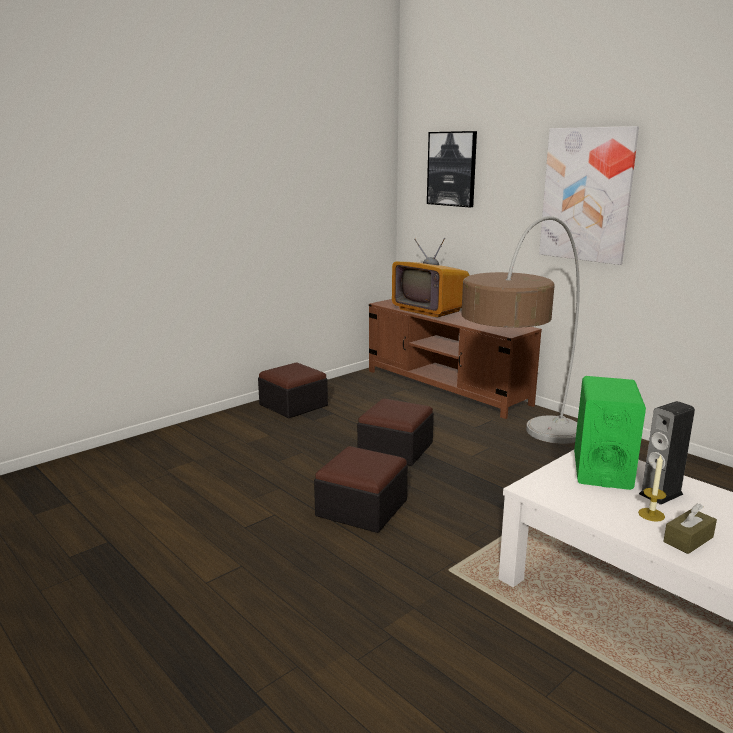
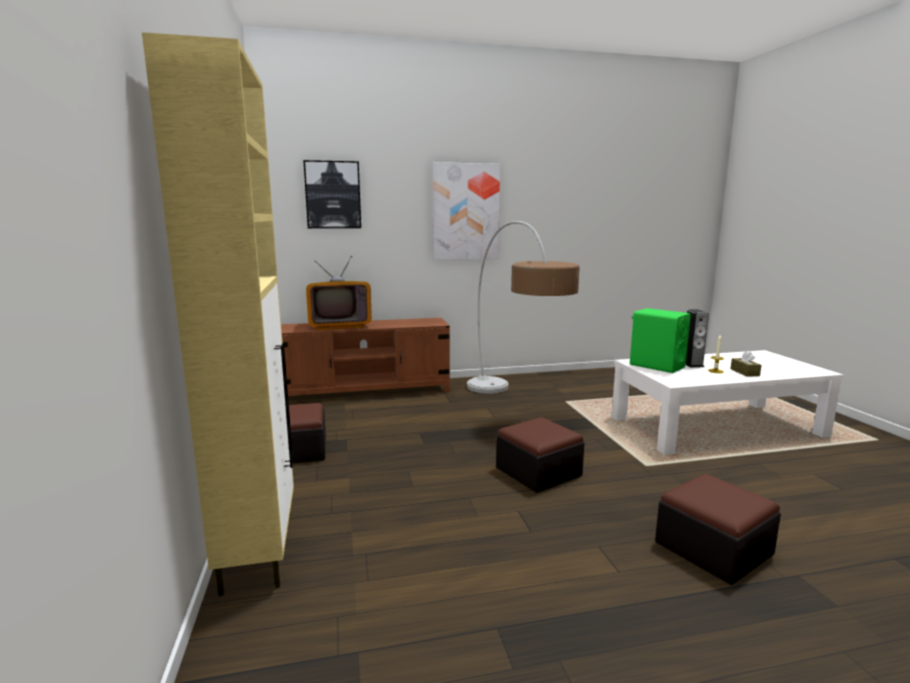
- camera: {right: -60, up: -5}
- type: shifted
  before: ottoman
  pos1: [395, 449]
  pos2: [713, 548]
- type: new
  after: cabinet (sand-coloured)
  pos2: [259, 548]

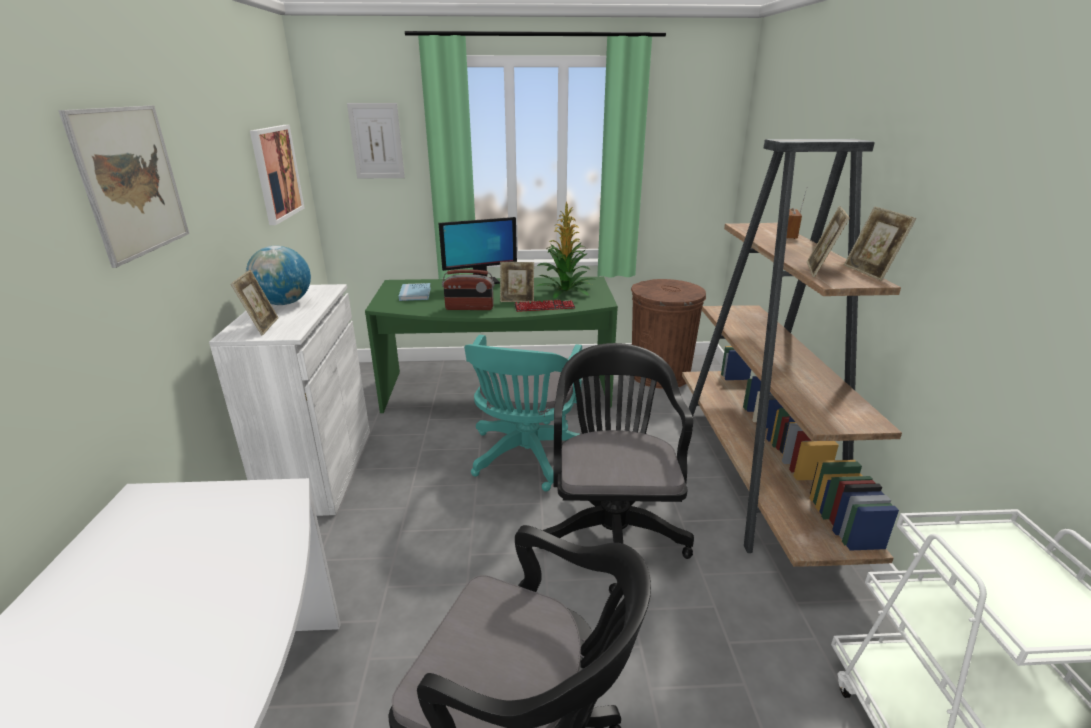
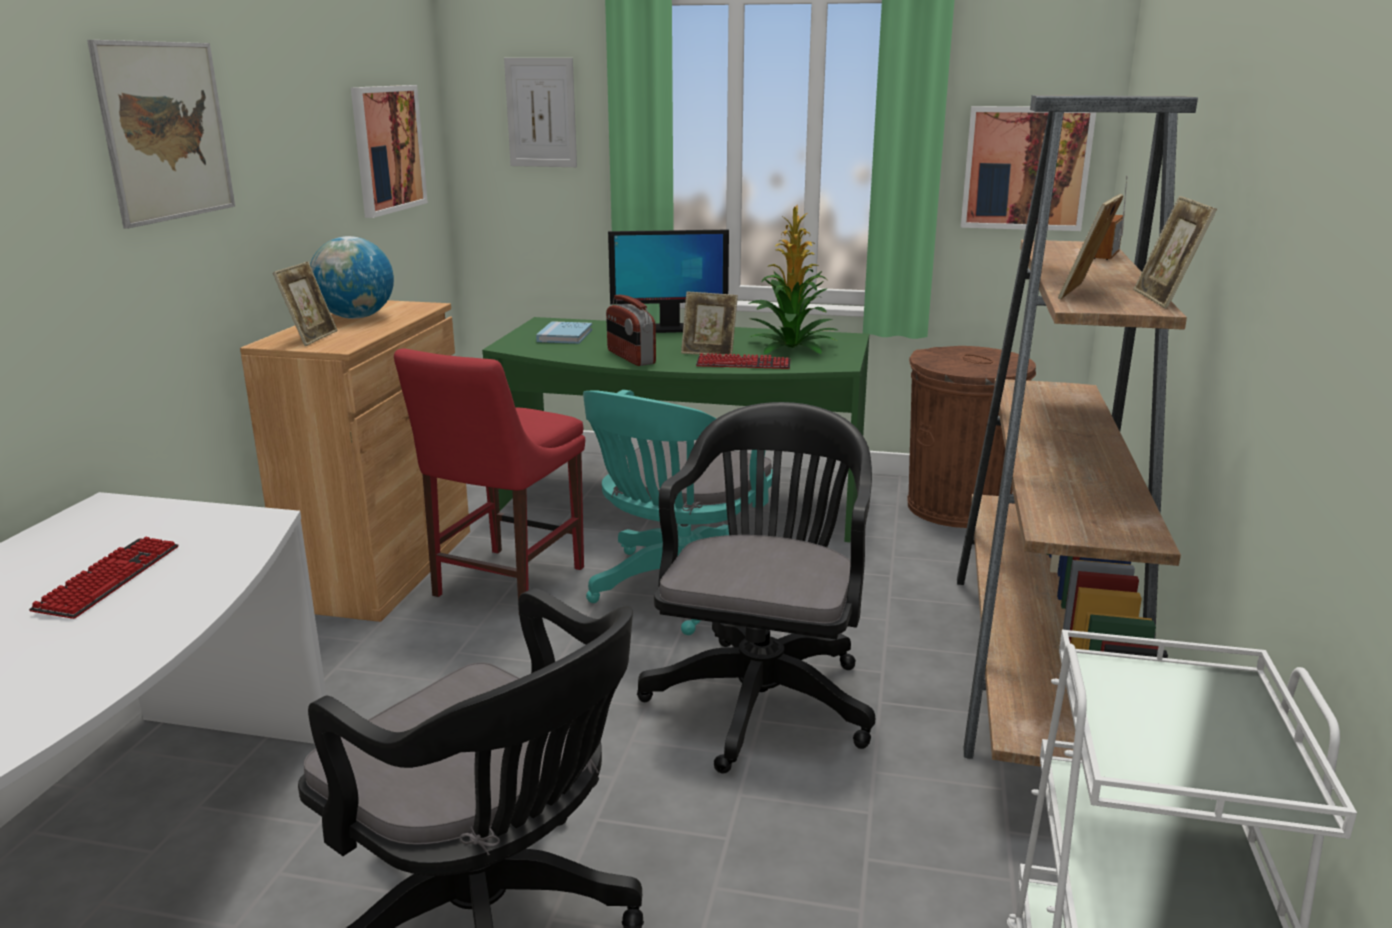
- camera: {right: 15, up: -5}
- type: repainted
  before: cabinet (white)
  after: cabinet (brownish)
  pos1: [320, 470]
  pos2: [383, 568]
- type: rotated
  before: radio
  pos1: [469, 308]
  pos2: [630, 357]
  turn: 45
- type: new
  after: computer keyboard
  pos2: [109, 579]
- type: new
  after: plain chair (red-coloured)
  pos2: [504, 584]
- type: new
  after: wall art
  pos2: [1026, 168]

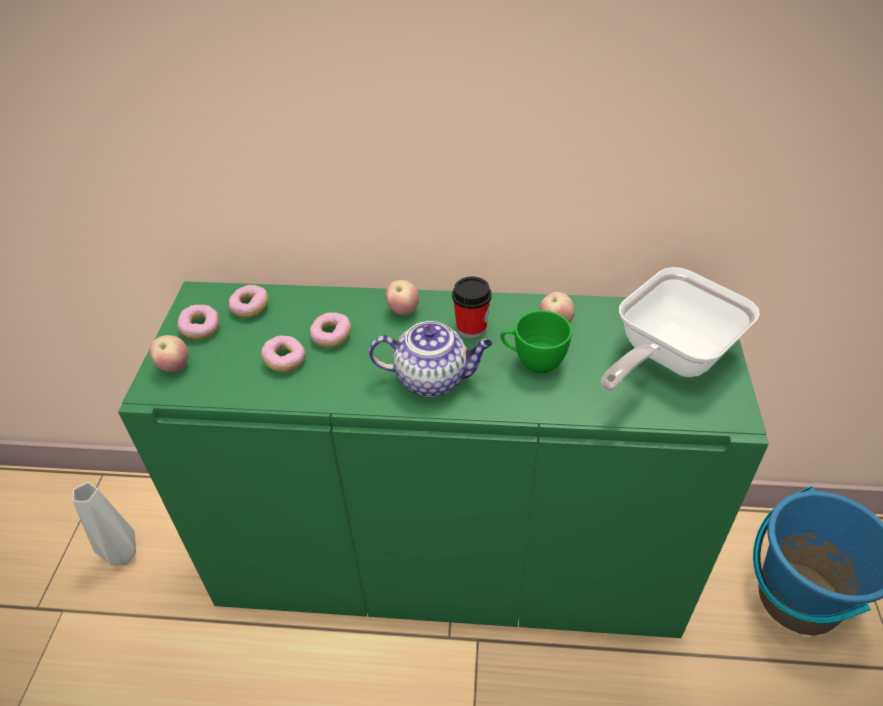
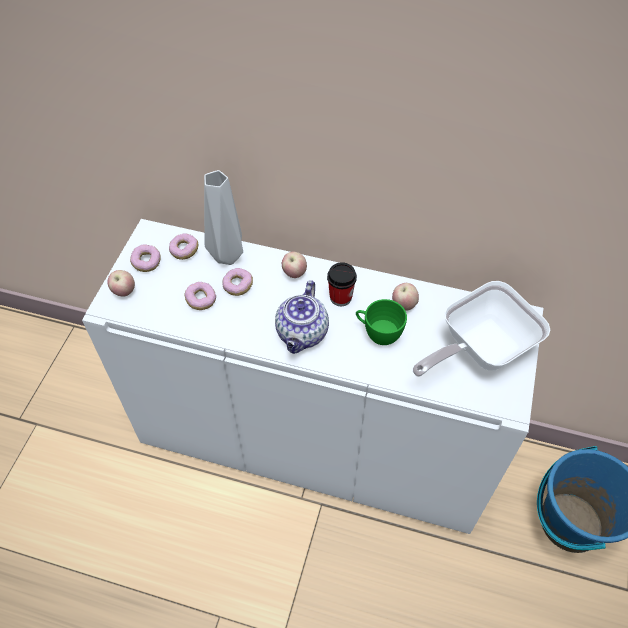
- camera: {right: 10, up: 10}
- type: shifted
  before: decorative vase (grey)
  pos1: [124, 553]
  pos2: [228, 255]
- type: repainted
  before: cabinet (green)
  after: cabinet (white)
  pos1: [448, 558]
  pos2: [314, 440]
- type: rotated
  before: tea pot
  pos1: [433, 378]
  pos2: [302, 334]
  turn: 90

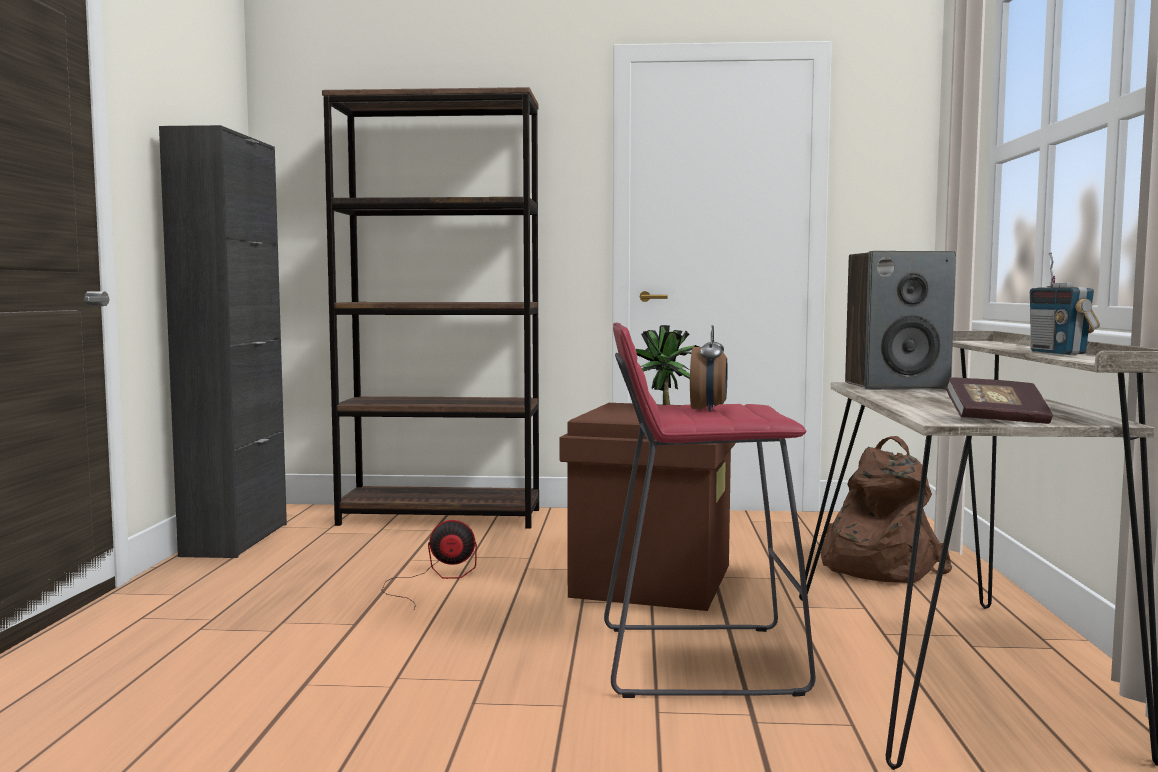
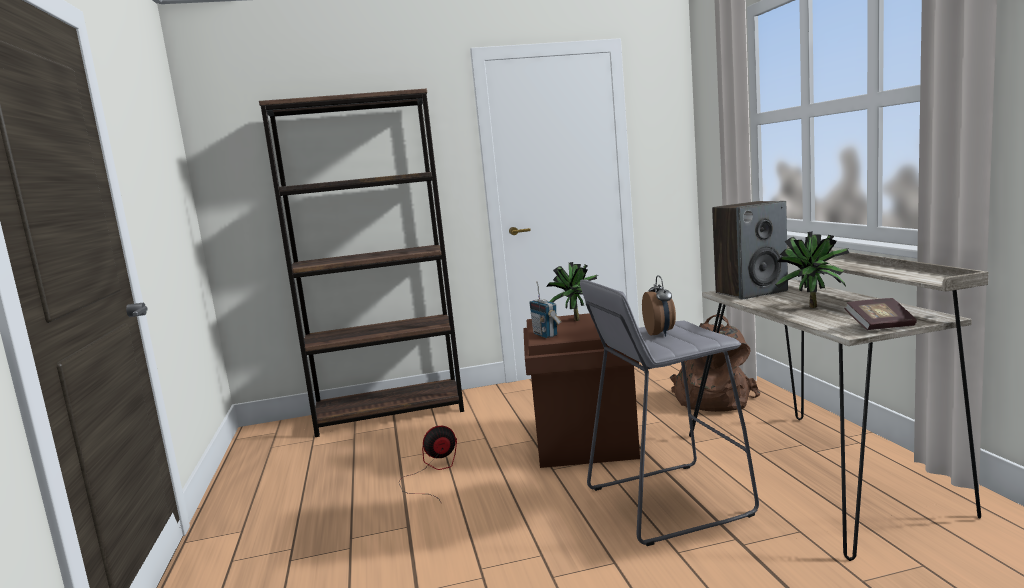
- camera: {right: -15, up: 5}
- type: gone
  before: cabinet (blackish)
  pos1: [235, 539]
- type: repainted
  before: stool seat (red-coloured)
  after: stool seat (grey)
  pos1: [697, 659]
  pos2: [667, 501]
- type: shifted
  before: radio
  pos1: [1058, 353]
  pos2: [546, 335]
- type: new
  after: potted plant
  pos2: [812, 308]

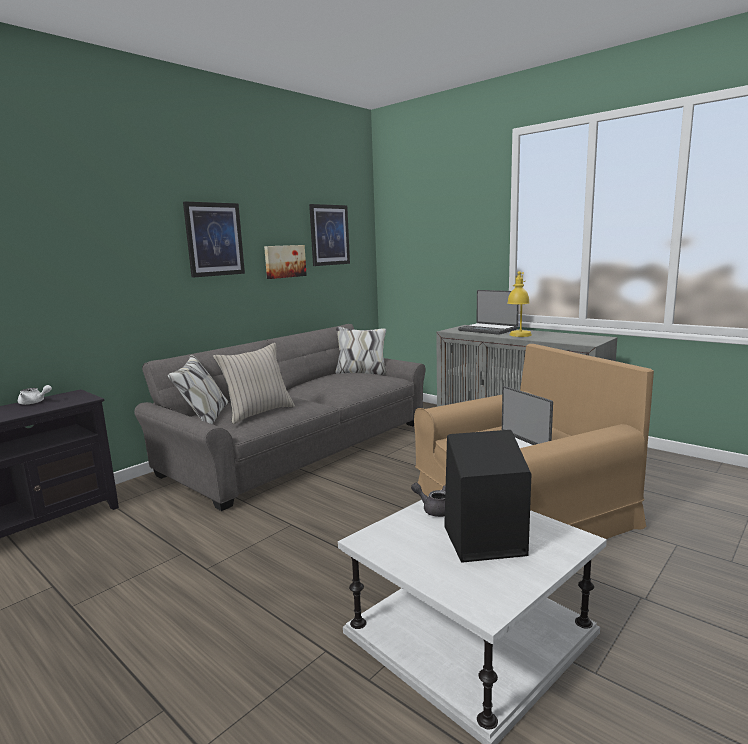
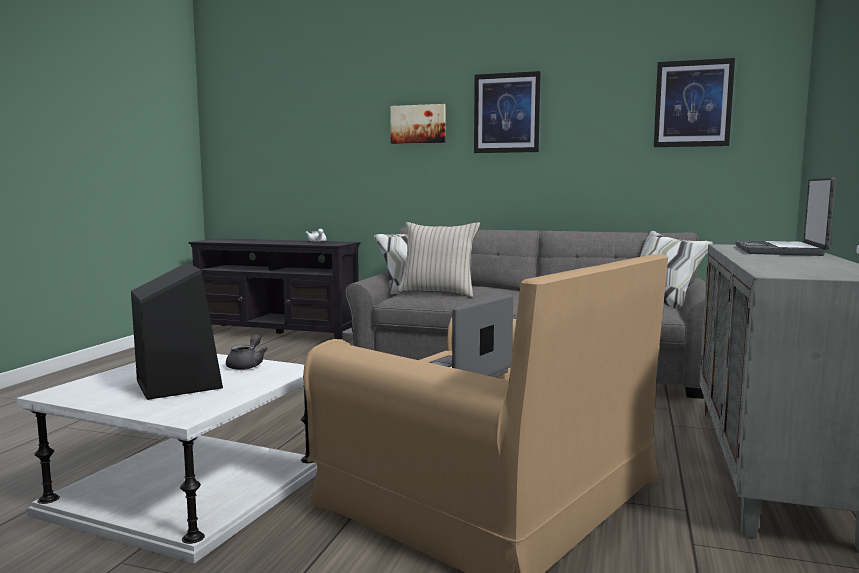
- camera: {right: 65, up: -5}
- type: shifted
  before: wall art
  pos1: [284, 261]
  pos2: [418, 124]
- type: gone
  before: tabletop lamp (yellowish)
  pos1: [519, 336]

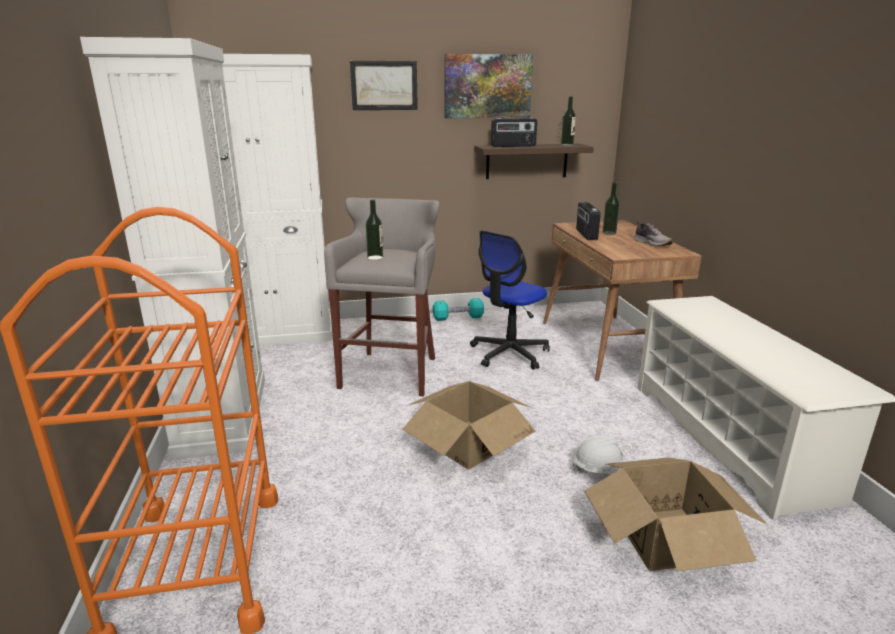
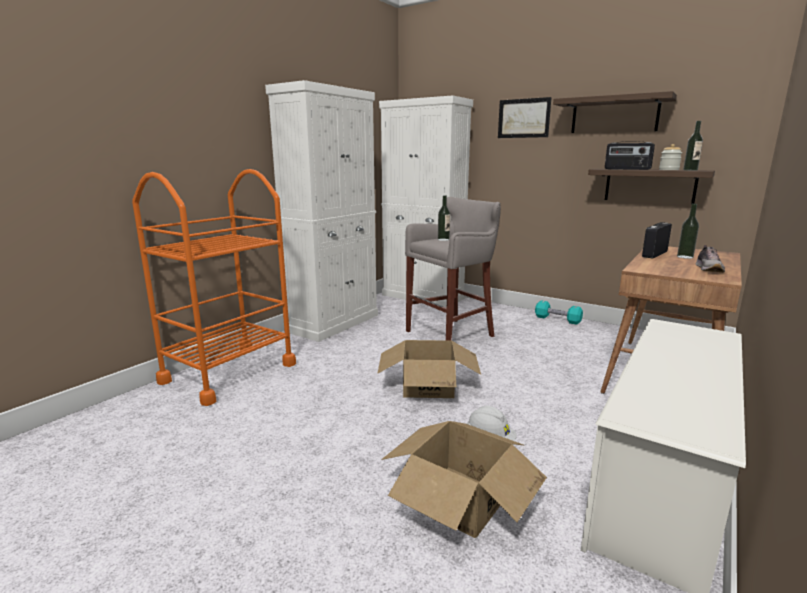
- camera: {right: 45, up: -5}
- type: swapped
  before: wall art
  after: bracket shelf
  pos1: [487, 86]
  pos2: [614, 115]
- type: gone
  before: computer chair
  pos1: [509, 353]
- type: new
  after: jar
  pos2: [668, 170]

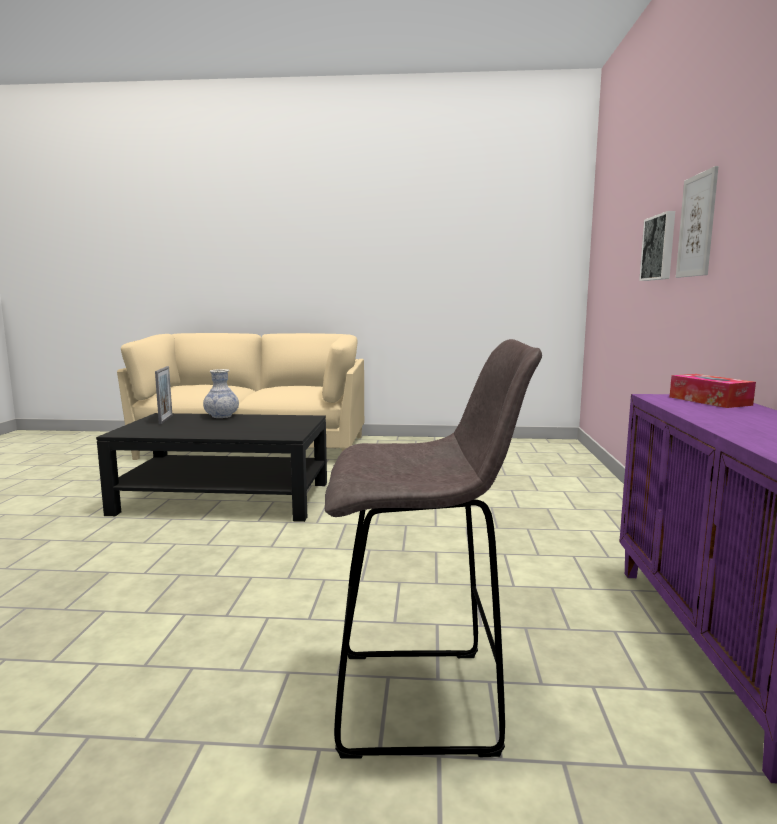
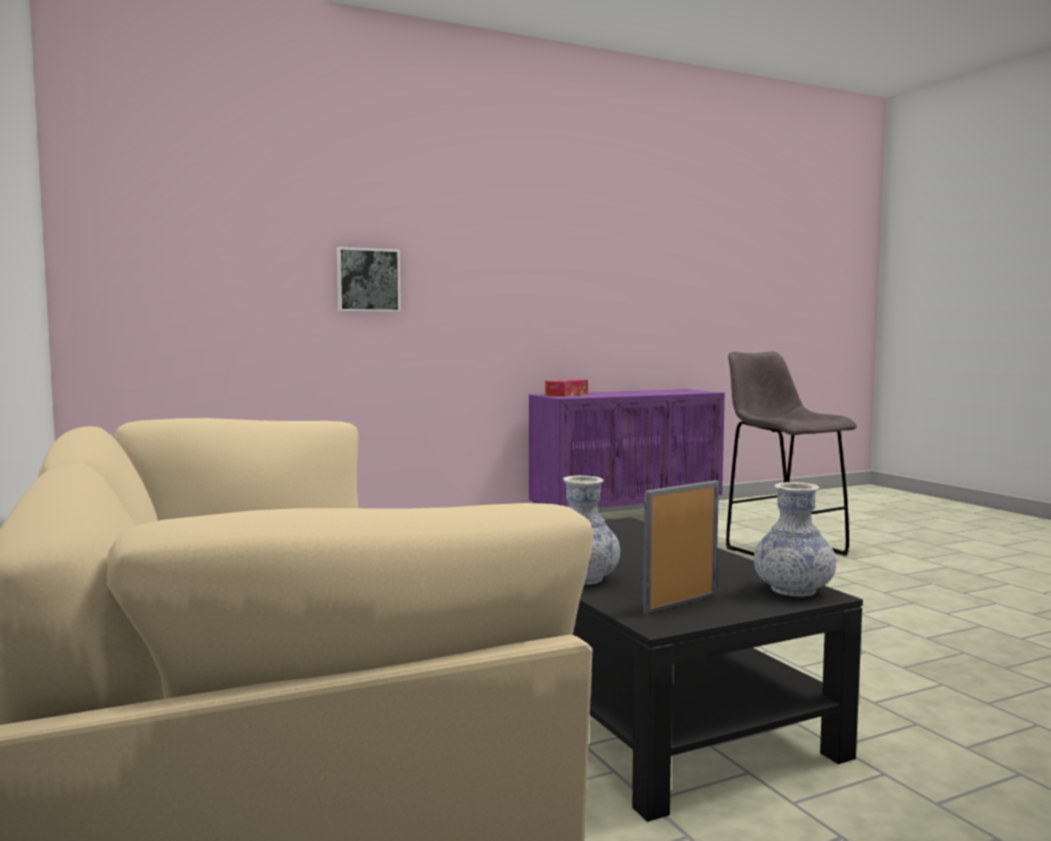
- camera: {right: -120, up: -5}
- type: gone
  before: wall art
  pos1: [697, 225]
- type: new
  after: decorative vase
  pos2: [793, 590]

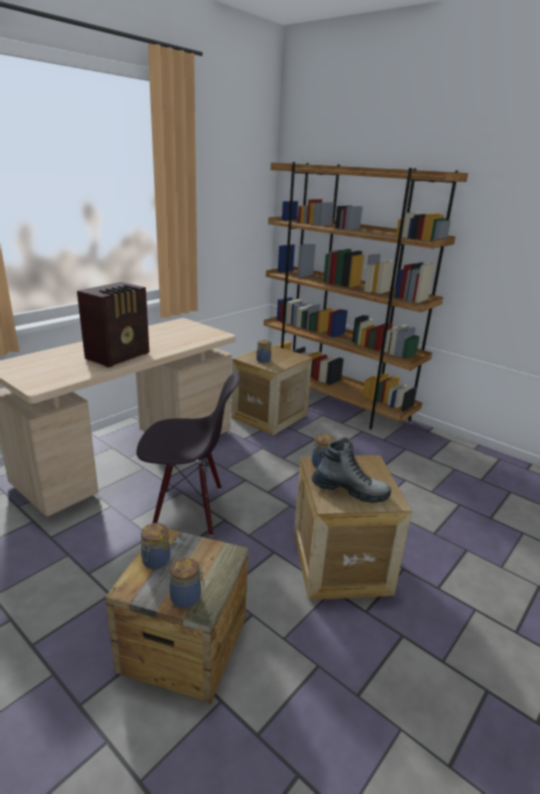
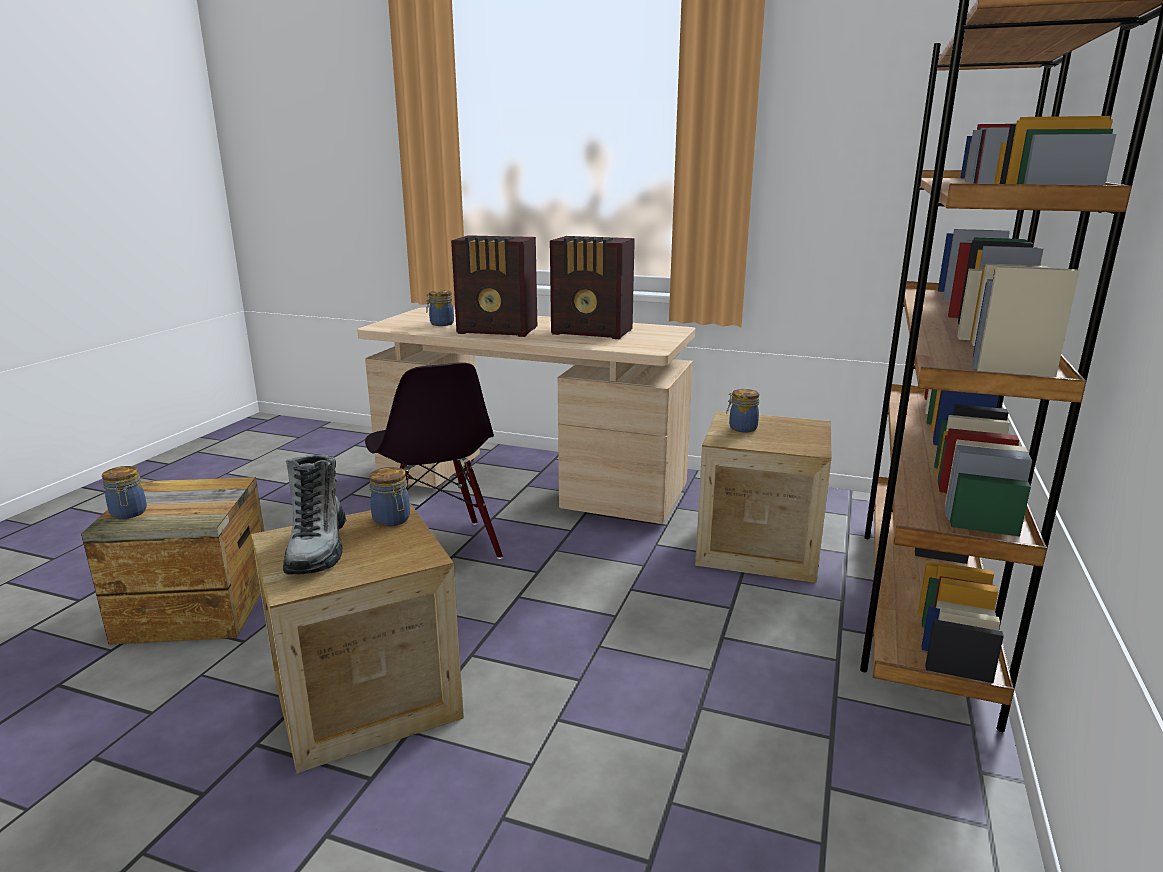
- camera: {right: 70, up: -5}
- type: shifted
  before: jar
  pos1: [155, 561]
  pos2: [440, 324]
- type: new
  after: radio
  pos2: [593, 332]

